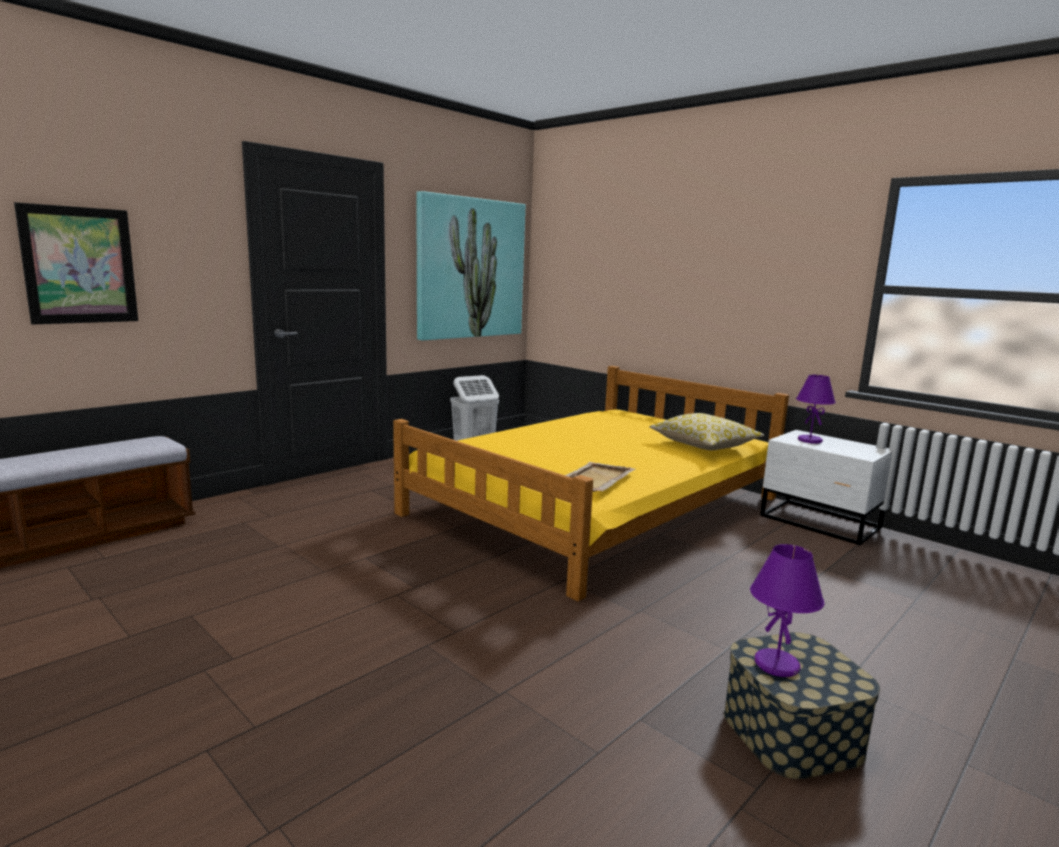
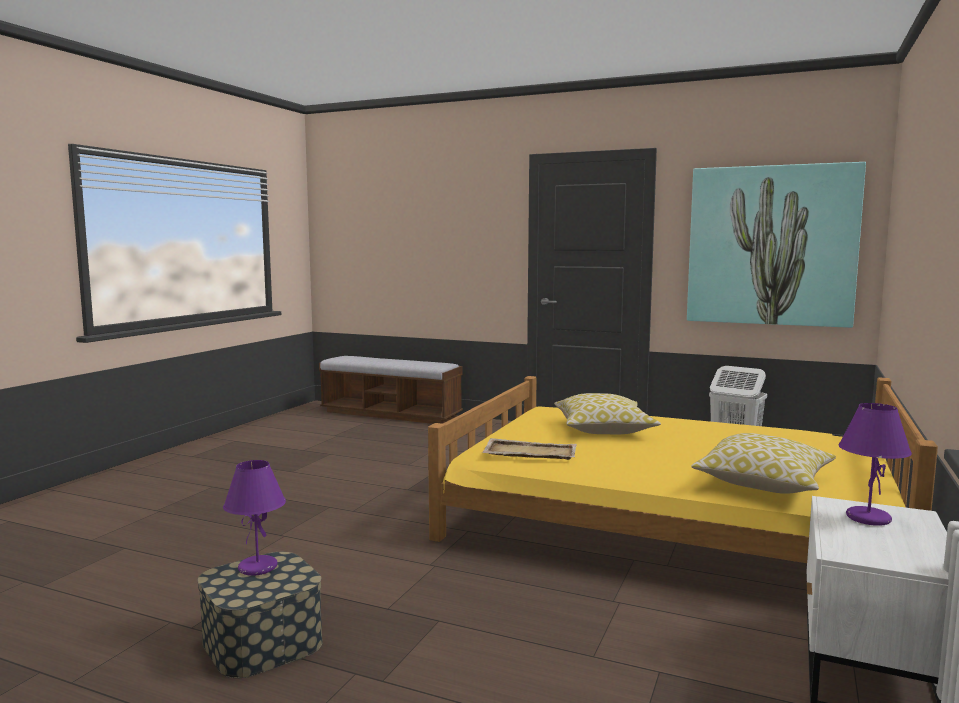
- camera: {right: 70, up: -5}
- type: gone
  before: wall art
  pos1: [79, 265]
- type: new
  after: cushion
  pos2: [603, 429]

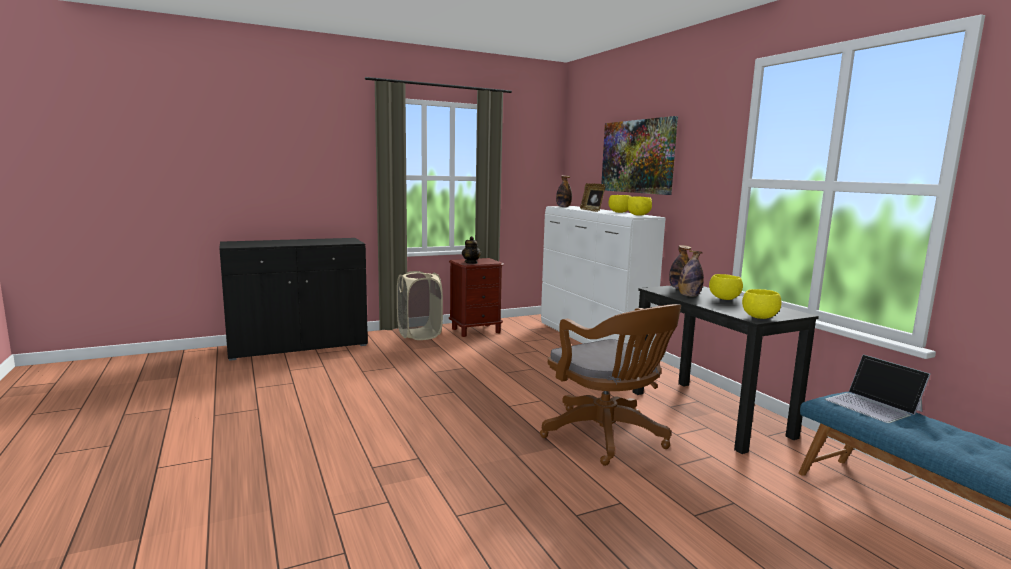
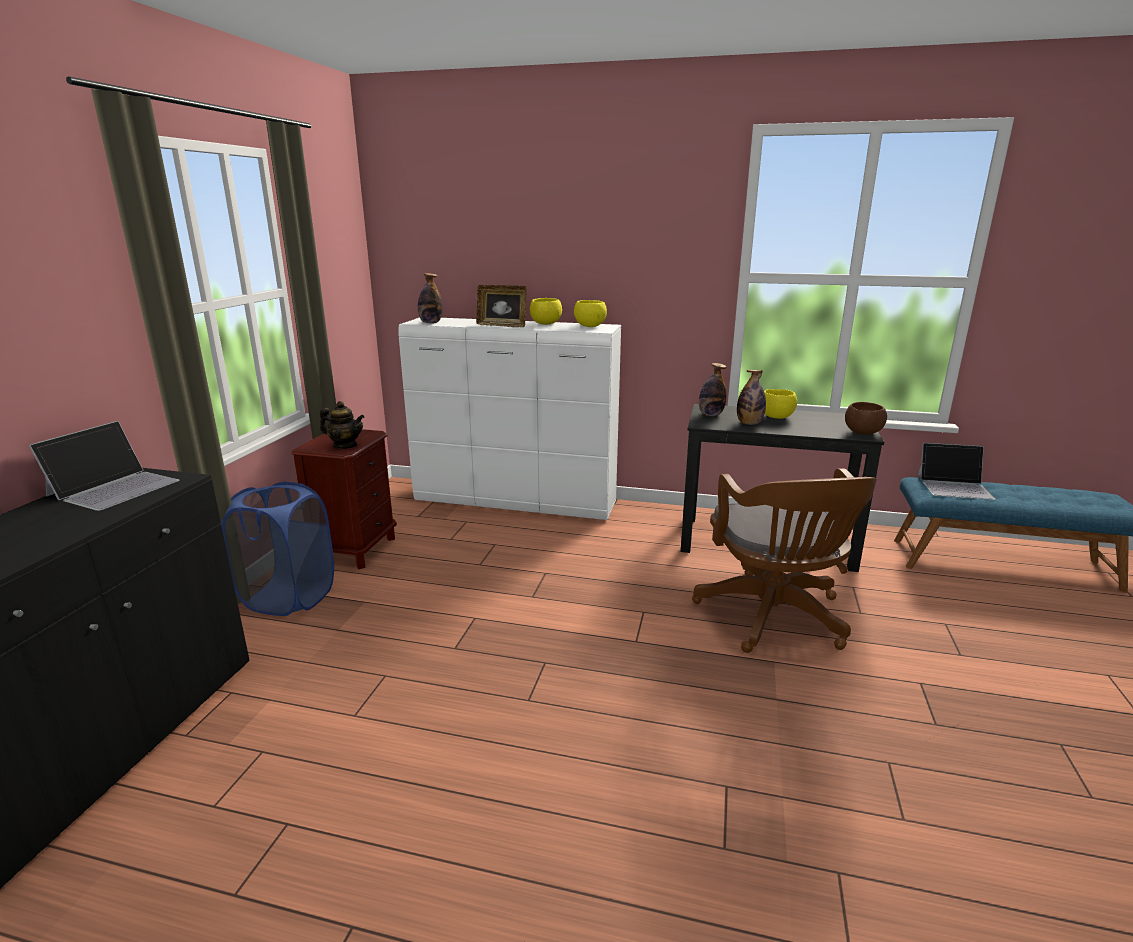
- camera: {right: -50, up: 10}
- type: repainted
  before: hamper (sand-coloured)
  after: hamper (blue)
  pos1: [419, 334]
  pos2: [289, 597]
- type: rotated
  before: computer chair (brownish)
  pos1: [608, 437]
  pos2: [774, 618]
  turn: 75
- type: gone
  before: wall art
  pos1: [637, 156]
- type: repainted
  before: deep dish (yellowish)
  after: deep dish (brownish)
  pos1: [759, 318]
  pos2: [862, 433]
- type: new
  after: portable computer
  pos2: [114, 487]

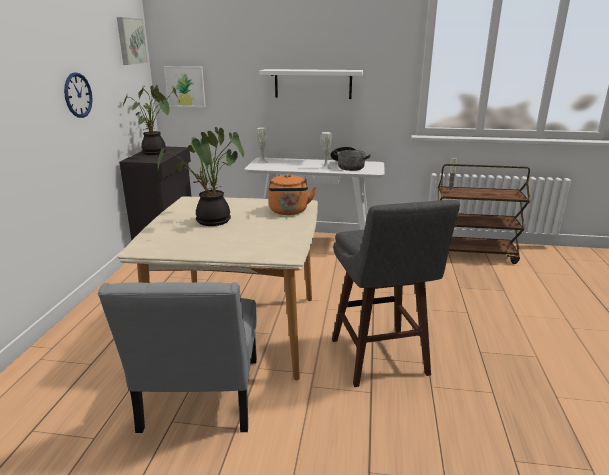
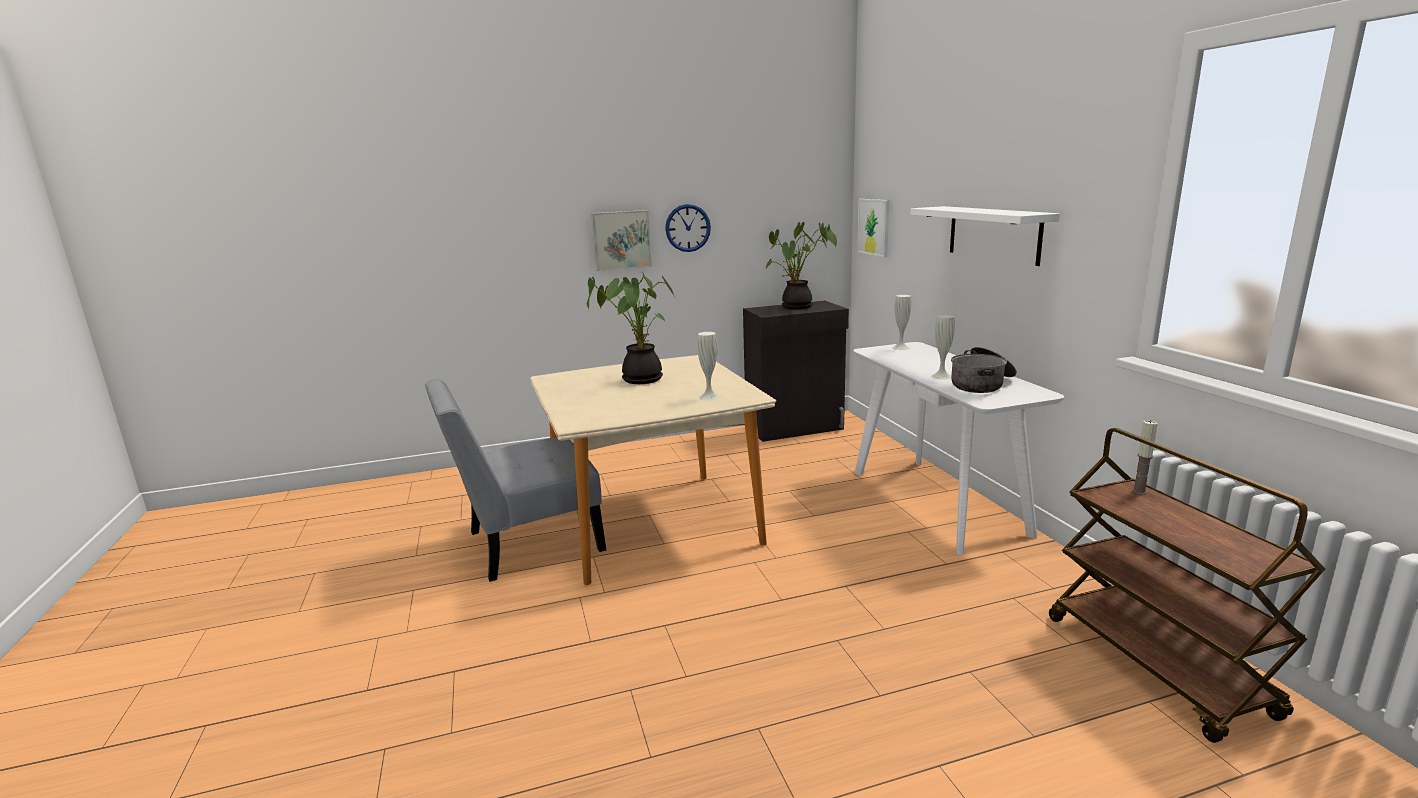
- camera: {right: 65, up: -5}
- type: shifted
  before: wall art
  pos1: [130, 41]
  pos2: [621, 240]
- type: swapped
  before: kettle (orangey)
  after: decorative vase (white)
  pos1: [289, 212]
  pos2: [709, 397]
- type: gone
  before: stool seat (grey)
  pos1: [380, 360]

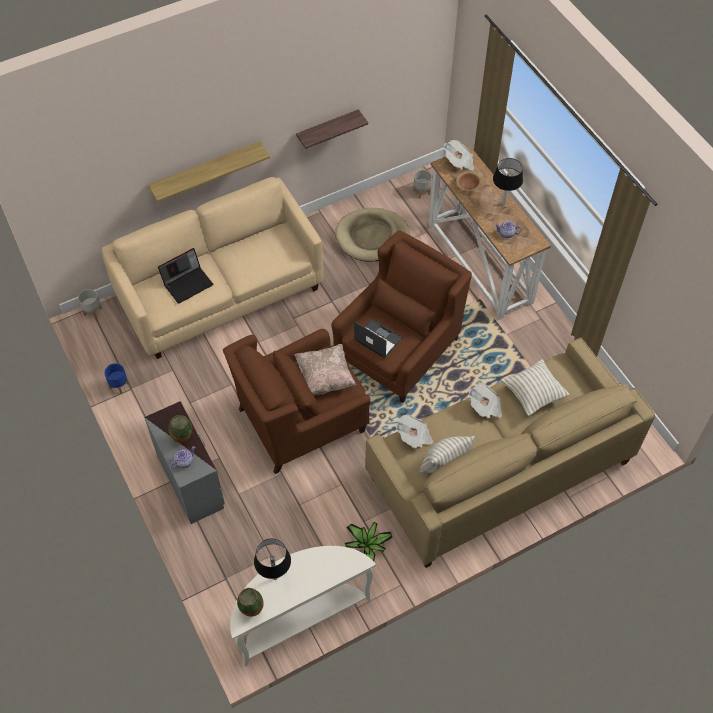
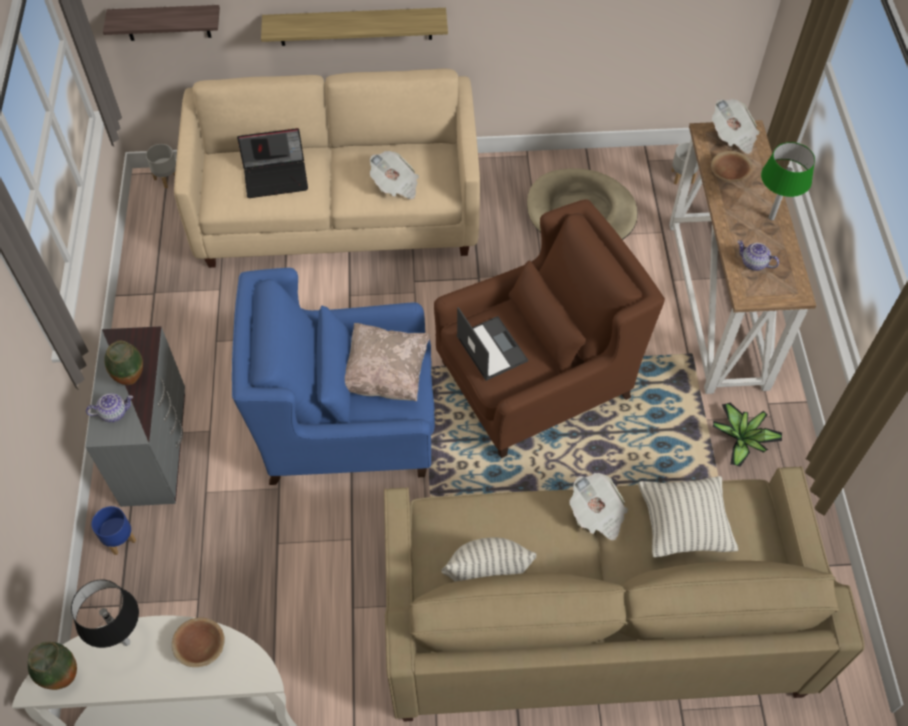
- camera: {right: 25, up: 0}
- type: shifted
  before: plant pot (blue)
  pos1: [119, 385]
  pos2: [120, 540]
- type: repainted
  before: armchair (brownish)
  after: armchair (blue)
  pos1: [301, 419]
  pos2: [348, 424]
- type: shifted
  before: bracket shelf
  pos1: [327, 130]
  pos2: [167, 22]
- type: shifted
  before: potted plant
  pos1: [368, 545]
  pos2: [742, 440]
- type: shifted
  before: daily paper
  pos1: [414, 437]
  pos2: [395, 185]
- type: repainted
  before: tabletop lamp (blackish)
  after: tabletop lamp (green)
  pos1: [503, 204]
  pos2: [771, 218]
- type: new
  after: deep dish (brownish)
  pos2: [201, 646]

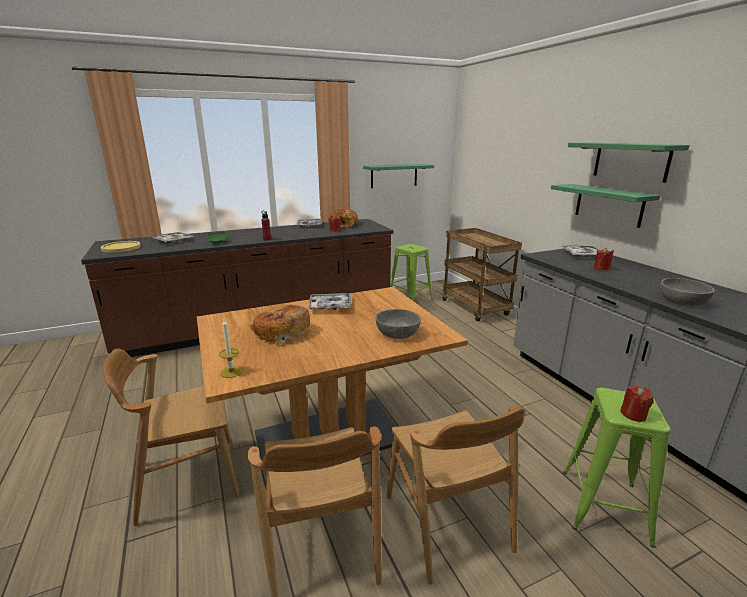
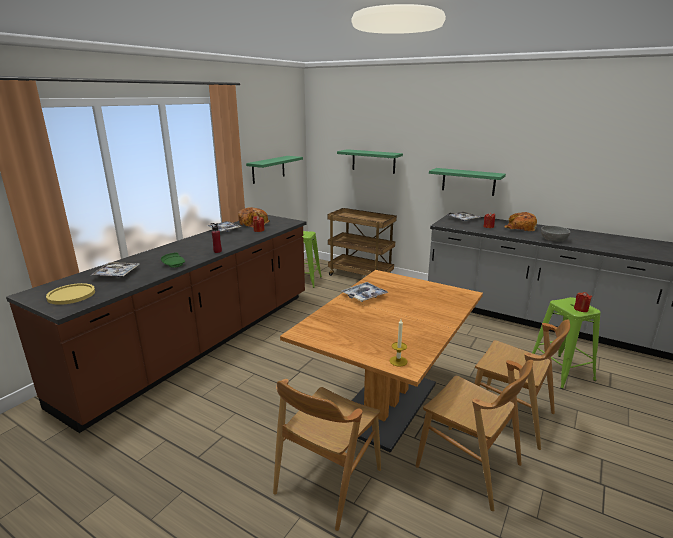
- camera: {right: -35, up: 0}
- type: shifted
  before: bread
  pos1: [281, 332]
  pos2: [519, 228]
- type: gone
  before: deep dish (grey)
  pos1: [397, 333]
- type: shifted
  before: bracket shelf (green)
  pos1: [630, 161]
  pos2: [373, 161]

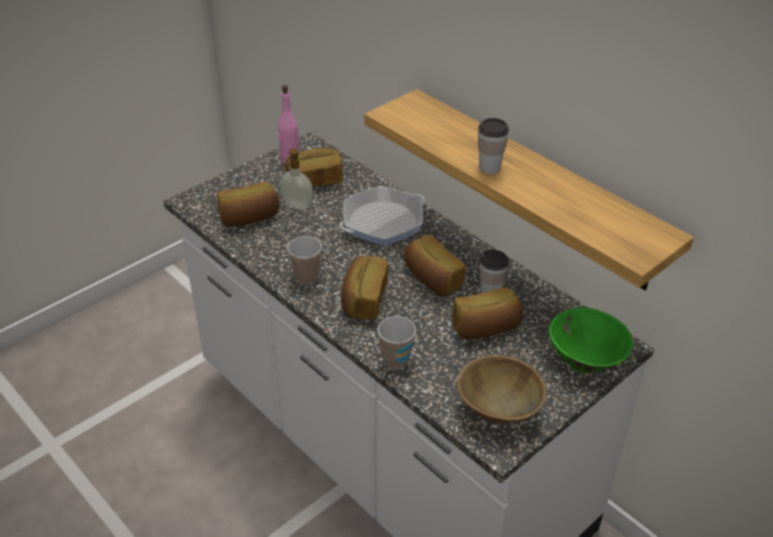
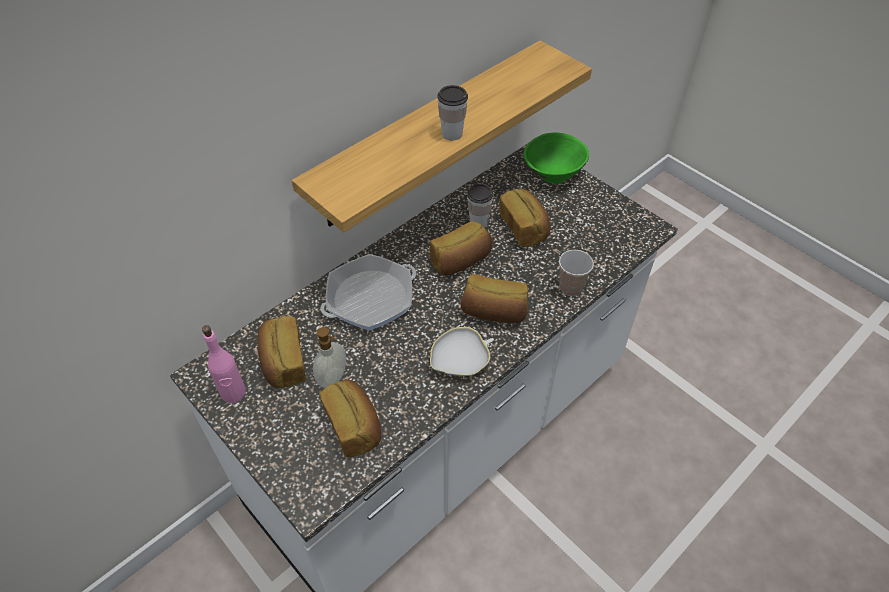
- camera: {right: -90, up: 10}
- type: swapped
  before: drinking cup
  after: deep dish (white)
  pos1: [306, 276]
  pos2: [461, 361]
- type: rotated
  before: skillet
  pos1: [382, 222]
  pos2: [370, 298]
  turn: -90
- type: gone
  before: deep dish (brownish)
  pos1: [497, 410]

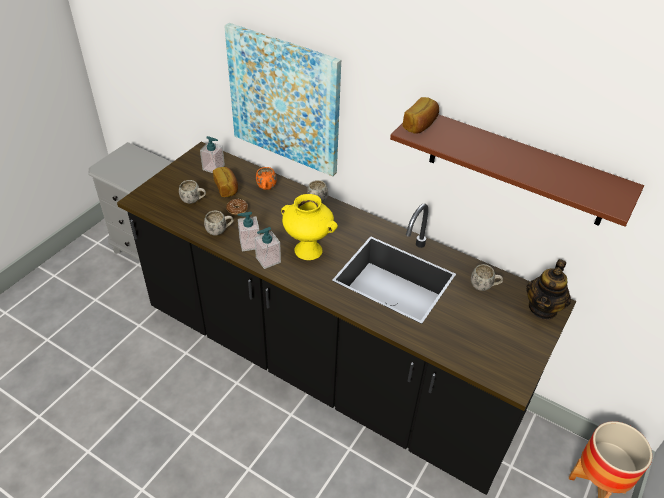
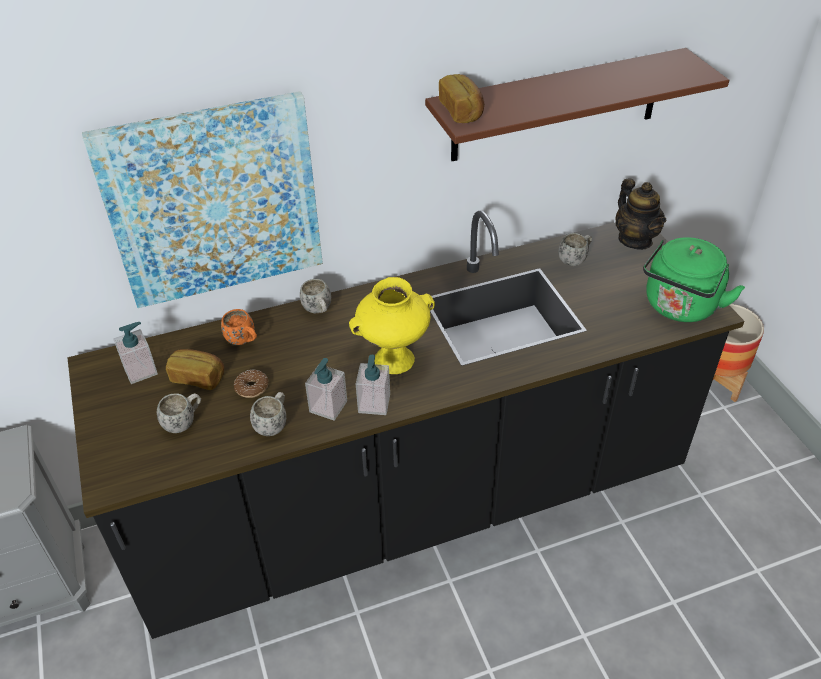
- camera: {right: -50, up: 0}
- type: new
  after: kettle (green)
  pos2: [679, 307]

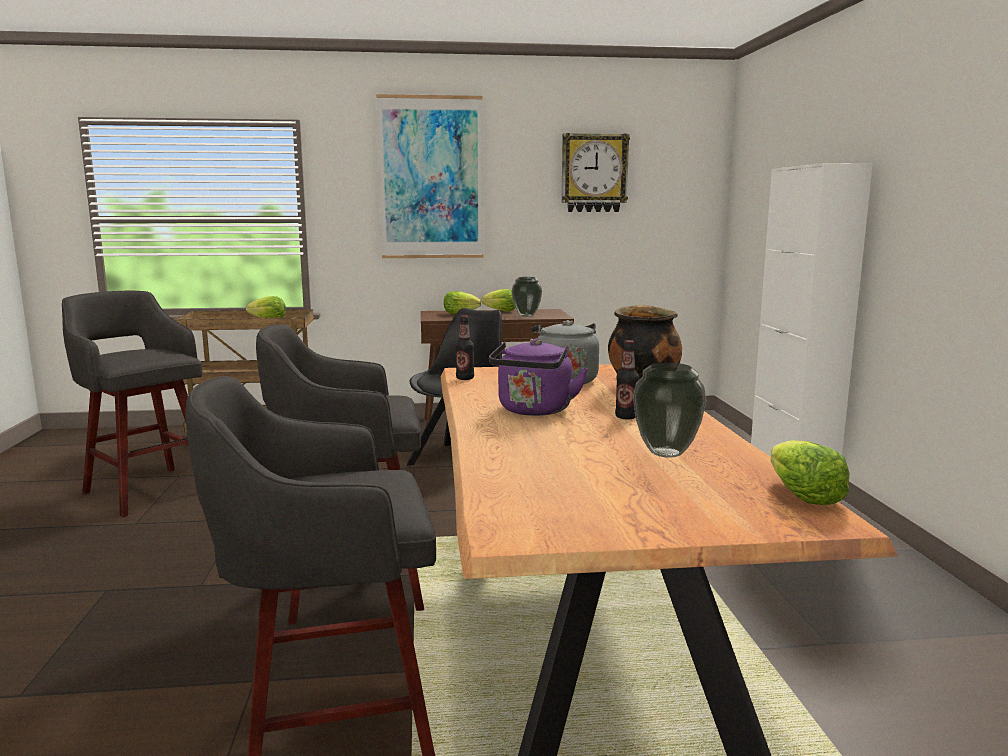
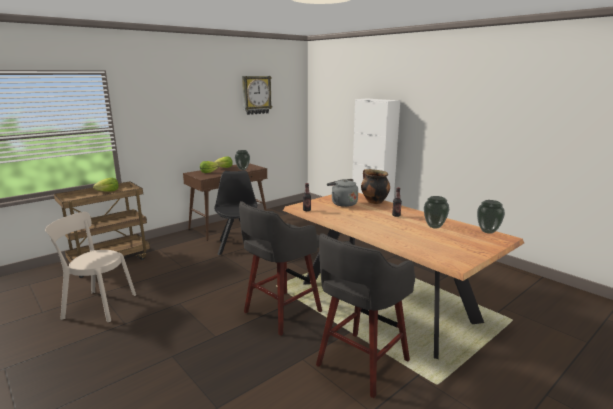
- camera: {right: -35, up: 5}
- type: swapped
  before: stool seat (grey)
  after: plain chair (sand-coloured)
  pos1: [147, 490]
  pos2: [97, 306]
- type: gone
  before: wall art
  pos1: [431, 178]
- type: gone
  before: kettle (purple-coloured)
  pos1: [534, 411]
- type: swapped
  before: head of lettuce
  after: decorative vase
  pos1: [801, 495]
  pos2: [488, 232]

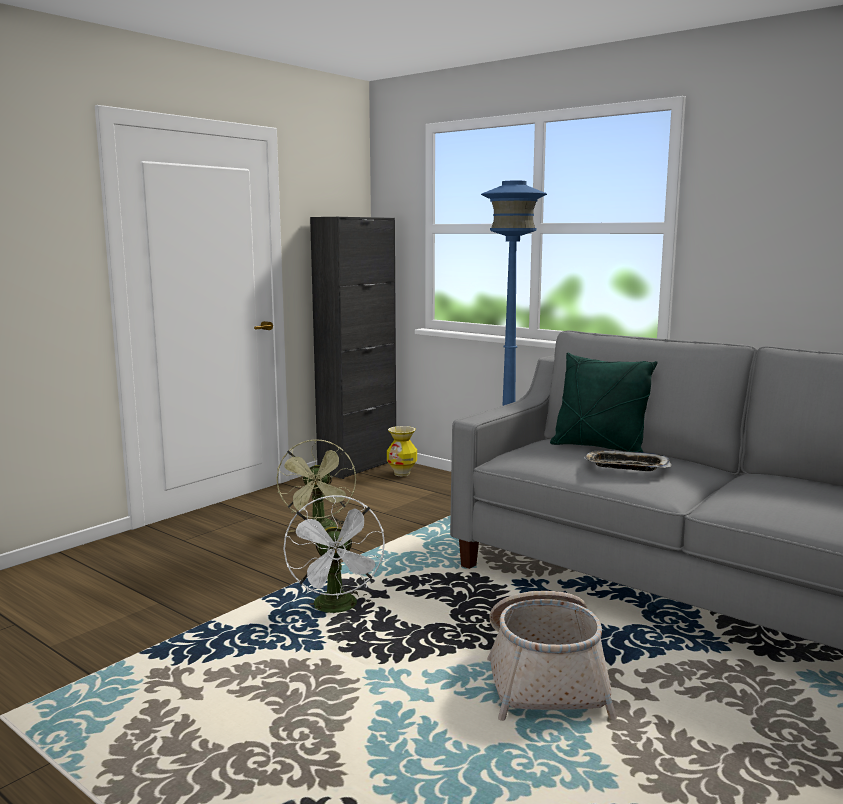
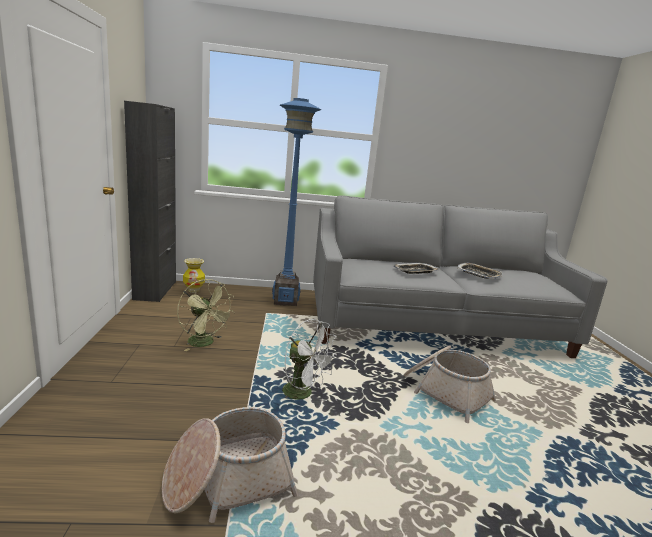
- camera: {right: -45, up: 5}
- type: gone
  before: cushion (green)
  pos1: [599, 448]
- type: new
  after: basket
  pos2: [228, 480]
- type: new
  after: serving tray
  pos2: [478, 274]

